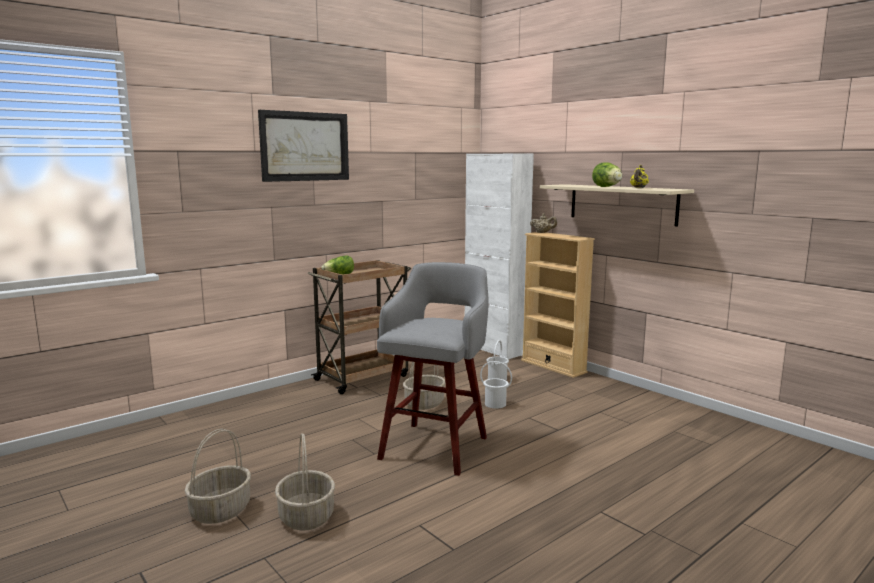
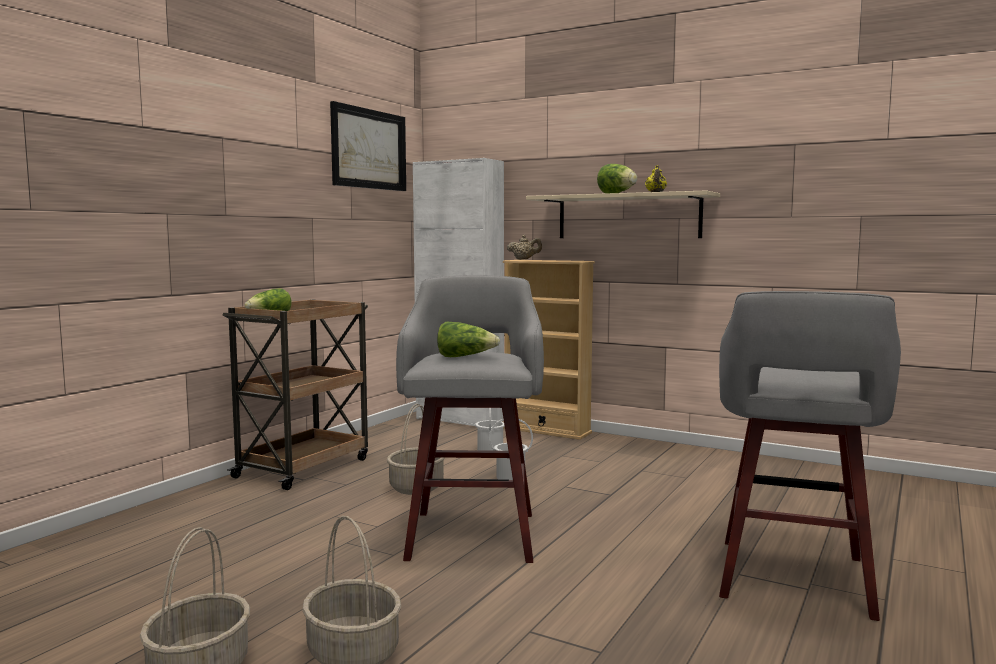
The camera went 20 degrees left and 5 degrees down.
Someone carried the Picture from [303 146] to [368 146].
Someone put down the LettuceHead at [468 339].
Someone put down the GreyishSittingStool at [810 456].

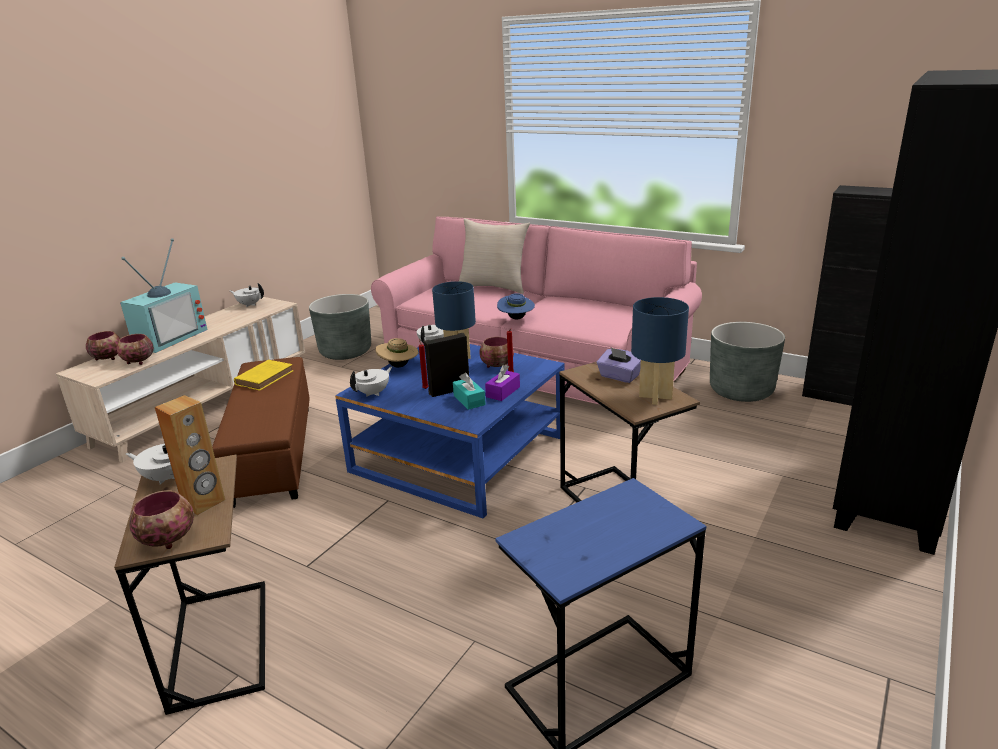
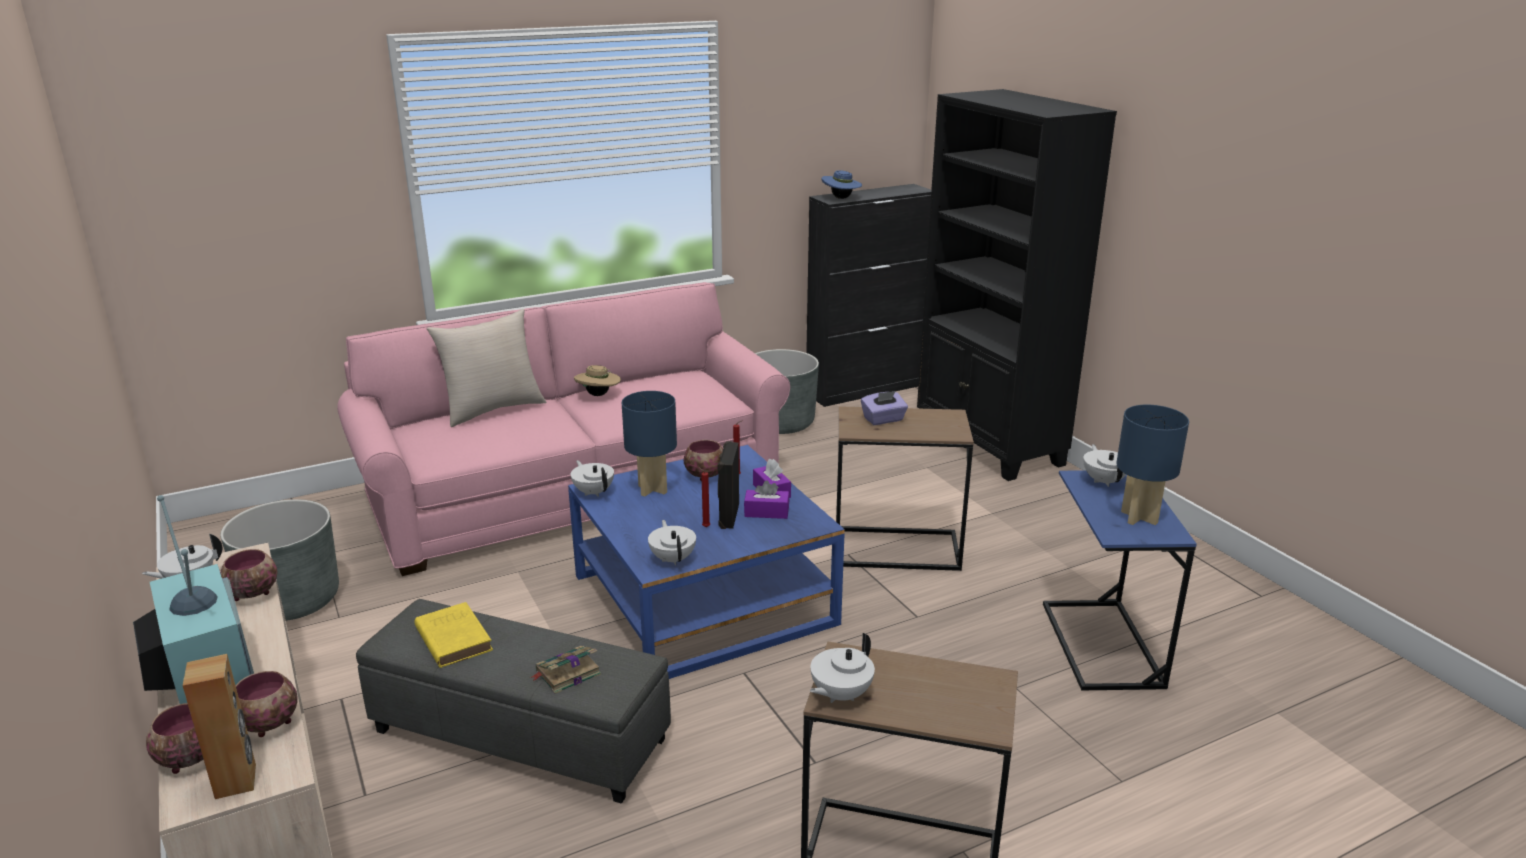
The camera went 60 degrees left and 0 degrees up.
Someone carried the BrownishLoudspeaker from [190 455] to [219 726].
Someone carried the Bowl from [161 519] to [249 575].
Someone repainted the BrownishOttoman at [261 432], which became the GreyishOttoman at [513 701].
Someone put down the Book at [565 670].
Someone carried the BeigeColouredHat from [397 352] to [597 380].
Someone repainted the TurquoiseBoxOfTissues at [469 391], which became the PurplishBoxOfTissues at [766 499].
Someone carried the BluishHat from [516 306] to [842 184].
Someone put down the WhitishTeapot at [1105 465].
Someone carried the BluishTableLamp from [660 351] to [1152 465].

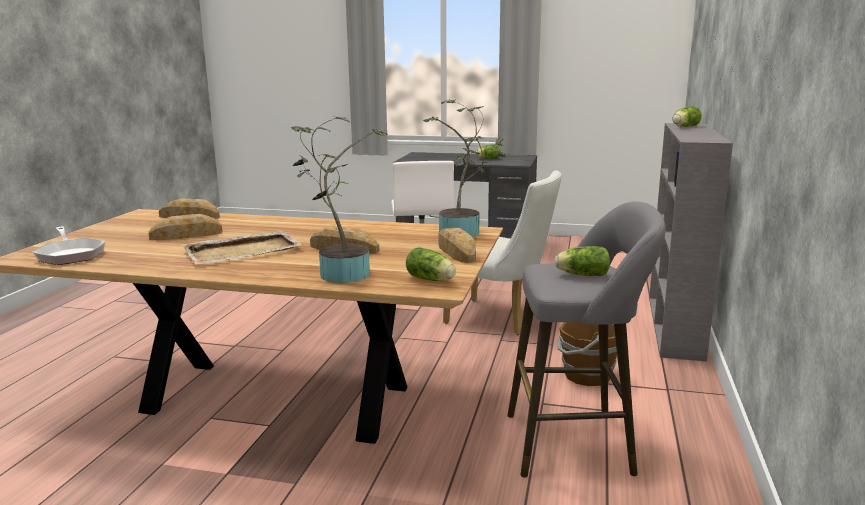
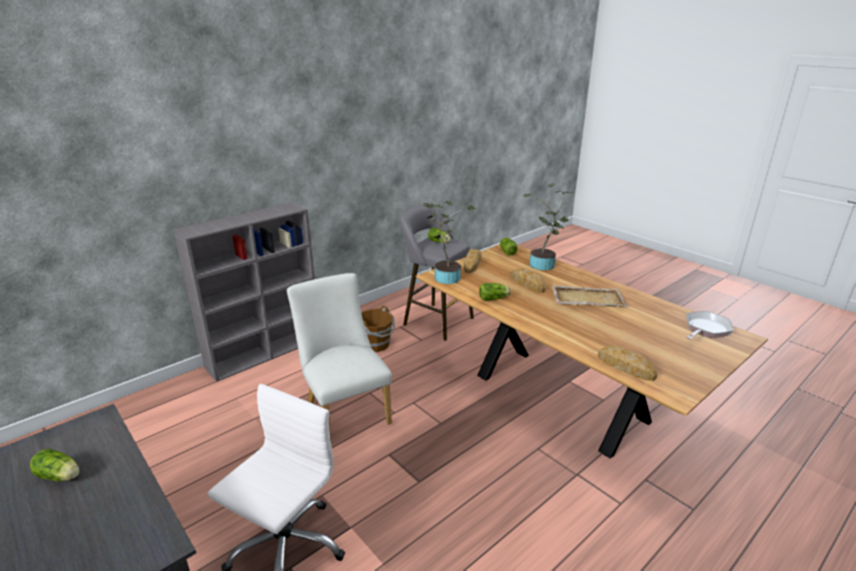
The camera went 145 degrees left and 10 degrees up.
Someone carried the LettuceHead from [687 117] to [495 291].
Someone rotated the Skillet at [69 246] by 45 degrees clockwise.
Someone took away the BakeryBread at [185 227].

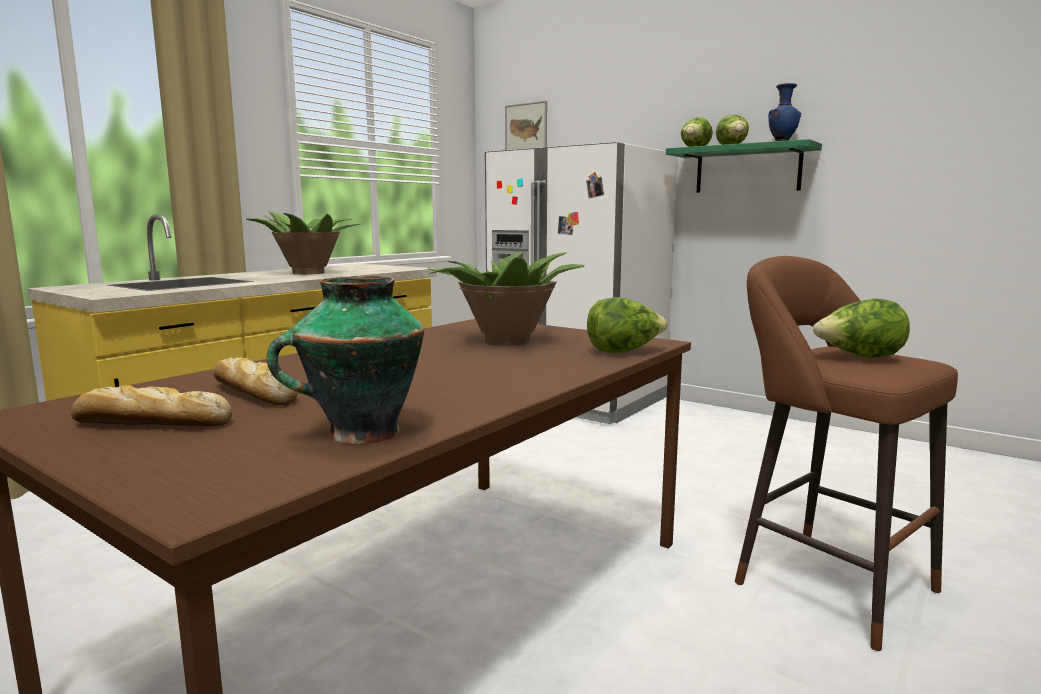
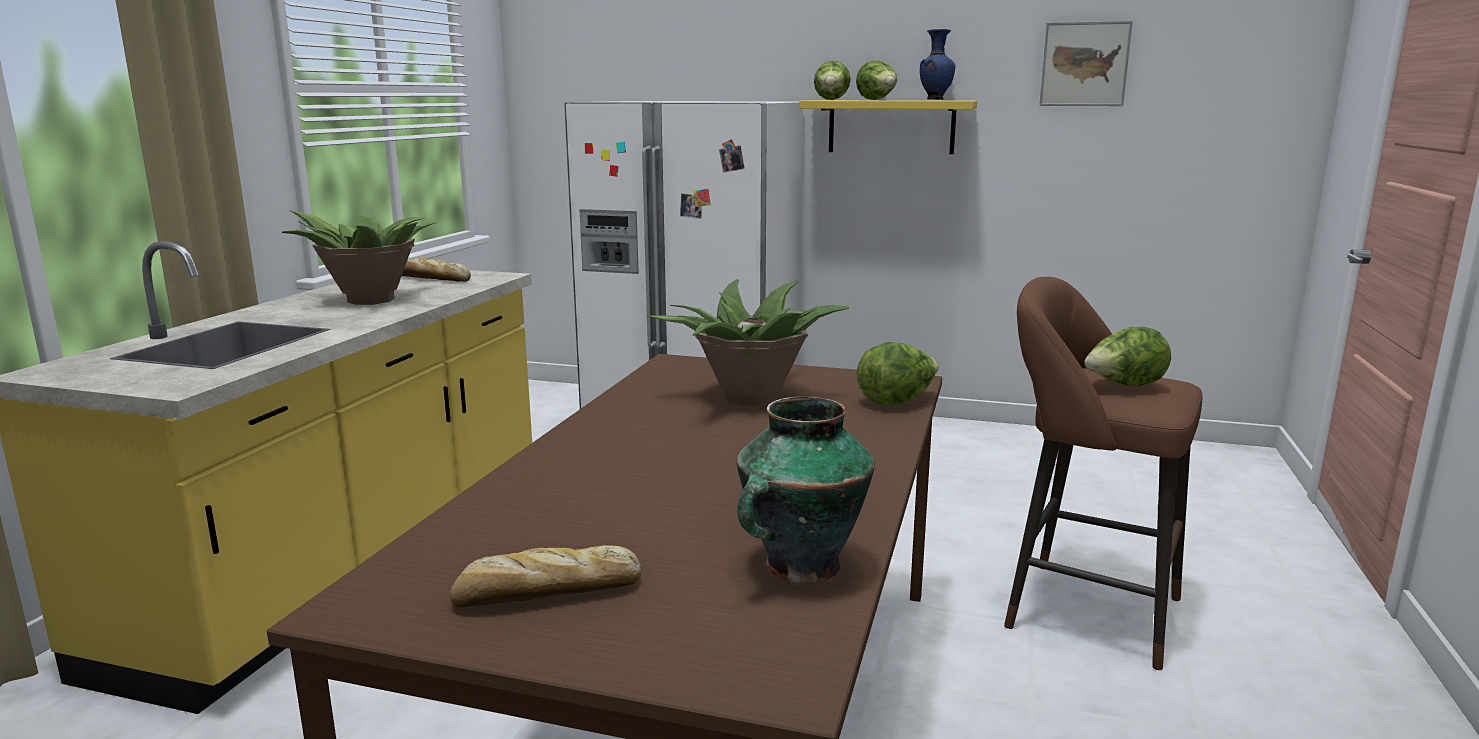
The camera went 20 degrees left and 5 degrees up.
Someone carried the BakeryBread from [255 381] to [436 270].
Someone repainted the GreenColouredShelf at [744 166], which became the YellowColouredShelf at [888 127].
Someone carried the Picture from [526 125] to [1086 63].

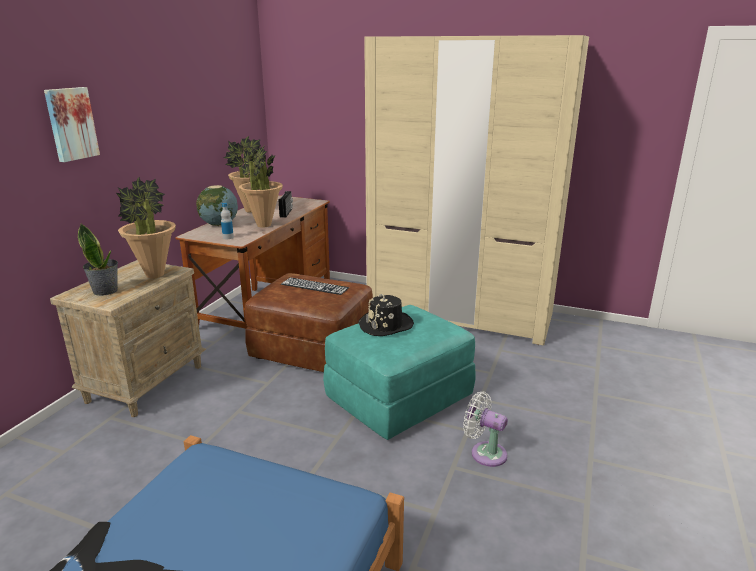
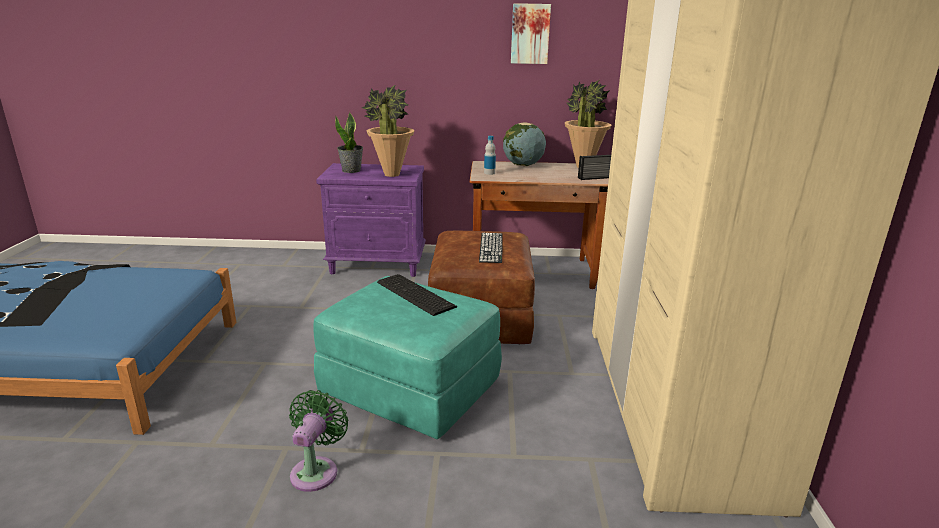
The camera went 70 degrees right and 0 degrees up.
Someone repainted the WhitishFan at [485 429], which became the GreenColouredFan at [318 441].
Someone repainted the BeigeColouredBedsideTable at [128 338], which became the PurplishBedsideTable at [371 220].
Someone swapped the BlackColouredHat at [386 315] for the Keyboard at [417 295].
Someone carried the Picture from [72 124] to [531 33].
Someone took away the Houseplant at [261 186].

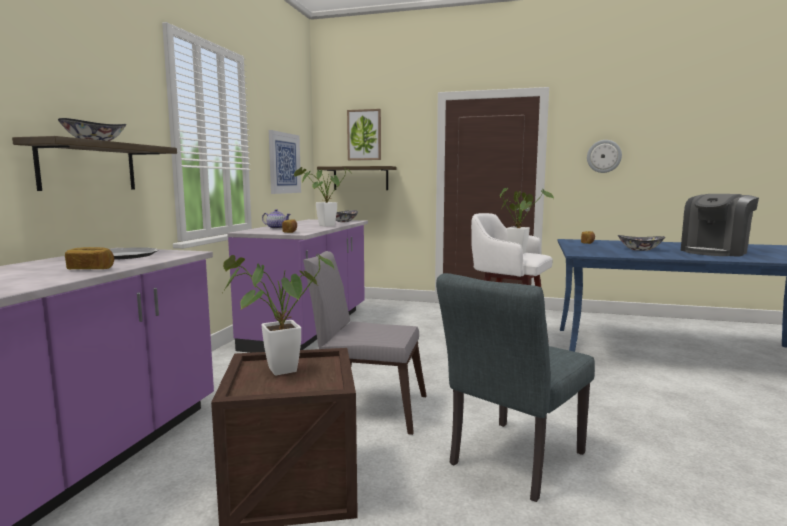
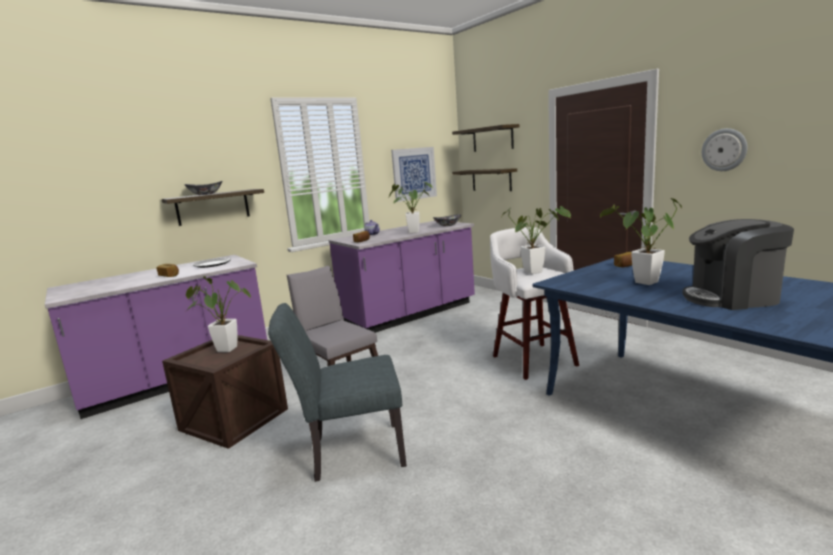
The camera went 40 degrees right and 5 degrees up.
Someone swapped the Picture at [364 134] for the Shelf at [485 138].
Someone swapped the Bowl at [641 243] for the Houseplant at [641 241].

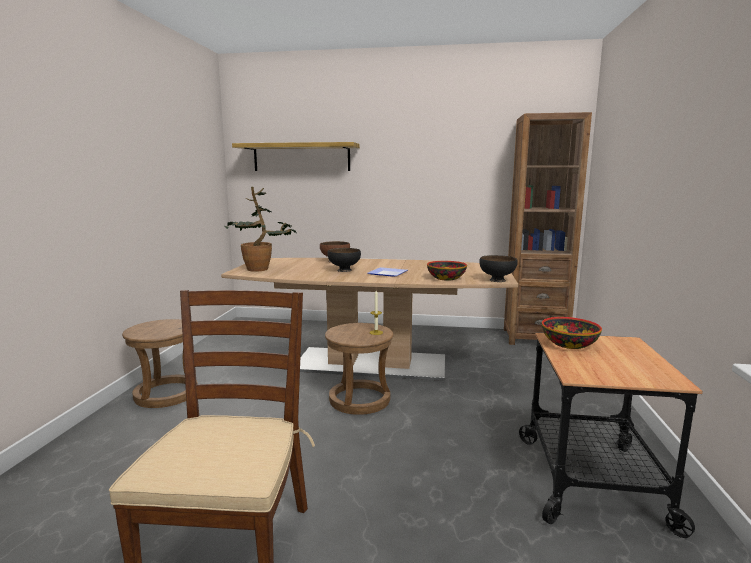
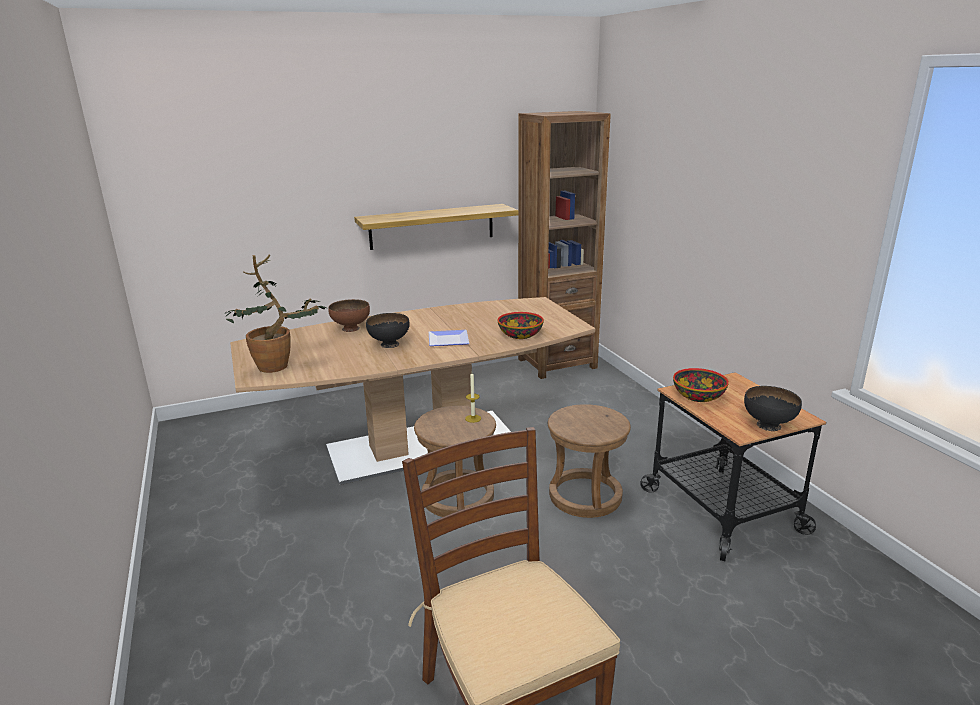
The camera went 30 degrees left and 10 degrees up.
Someone carried the Shelf from [296 156] to [436 227].
Someone carried the BrownishSittingStool from [160 363] to [589 461].
Someone carried the BlackColouredBowl from [498 268] to [773 408].

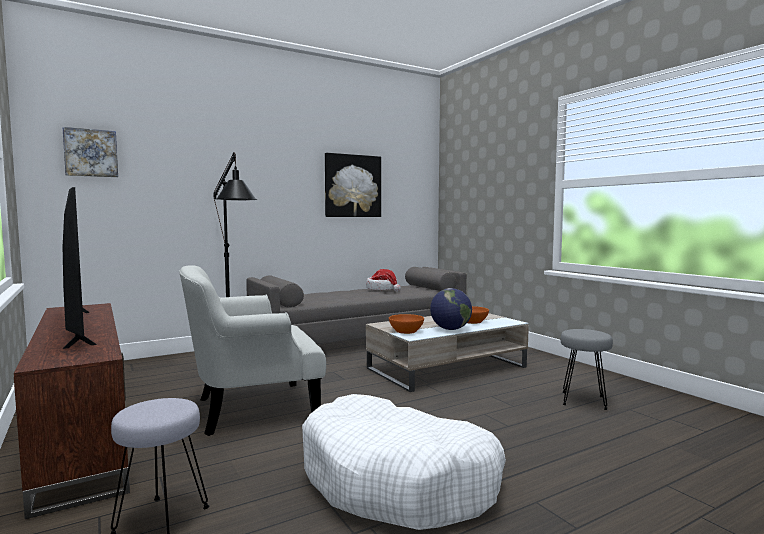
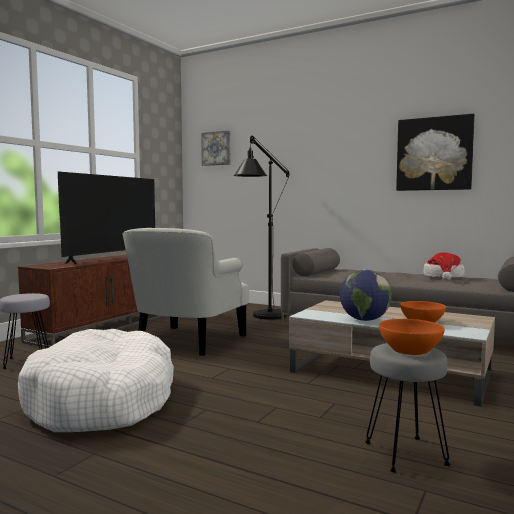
The camera went 60 degrees right and 0 degrees up.
Someone rotated the WhitishEasyChair at [252 350] by 105 degrees counterclockwise.
Someone carried the OrangeColouredBowl from [406 324] to [412 337].

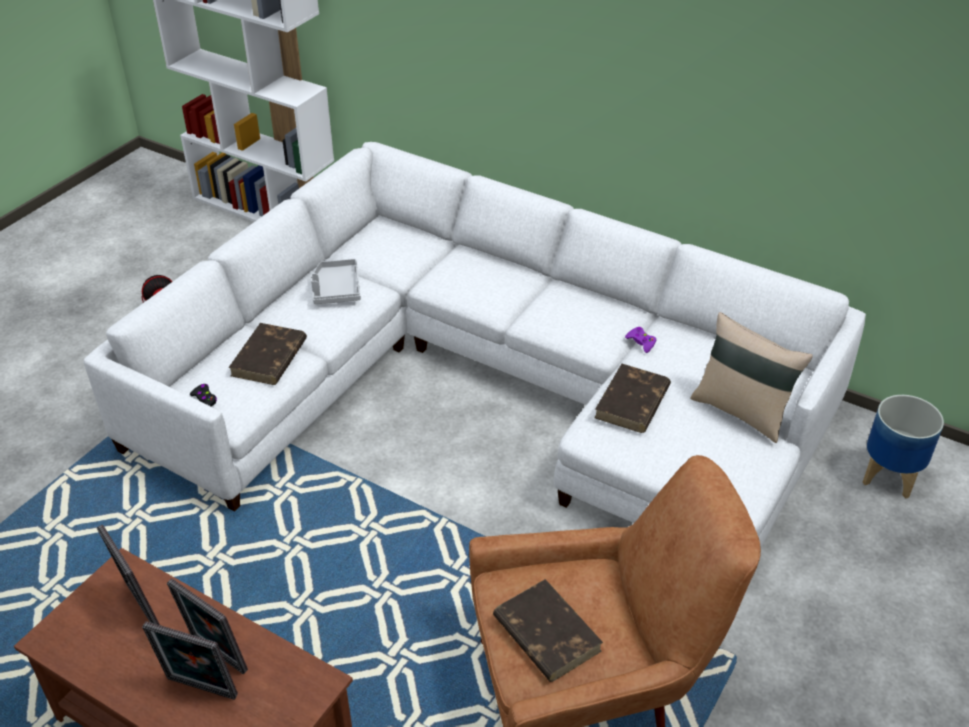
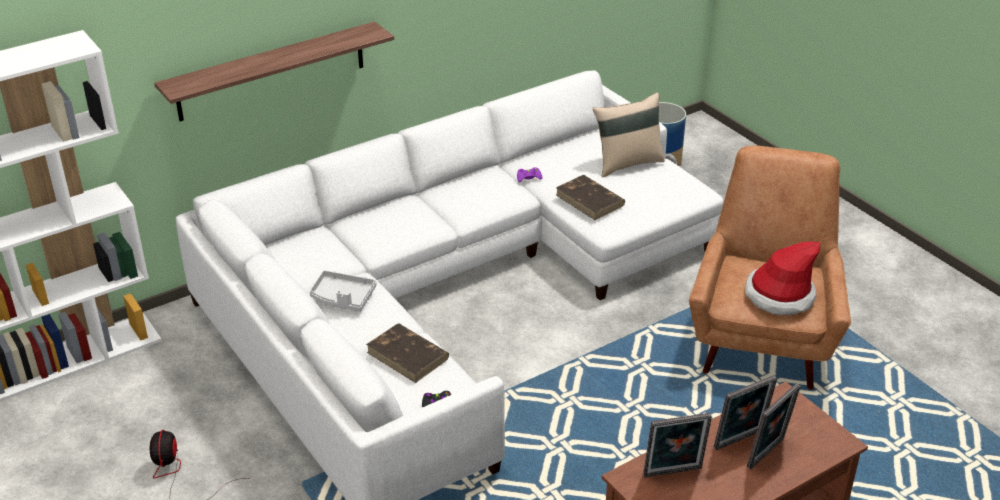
The camera went 65 degrees left and 5 degrees down.
Someone put up the Shelf at [274 71].
Someone swapped the BrownishBook at [548 630] for the Hat at [782 278].

